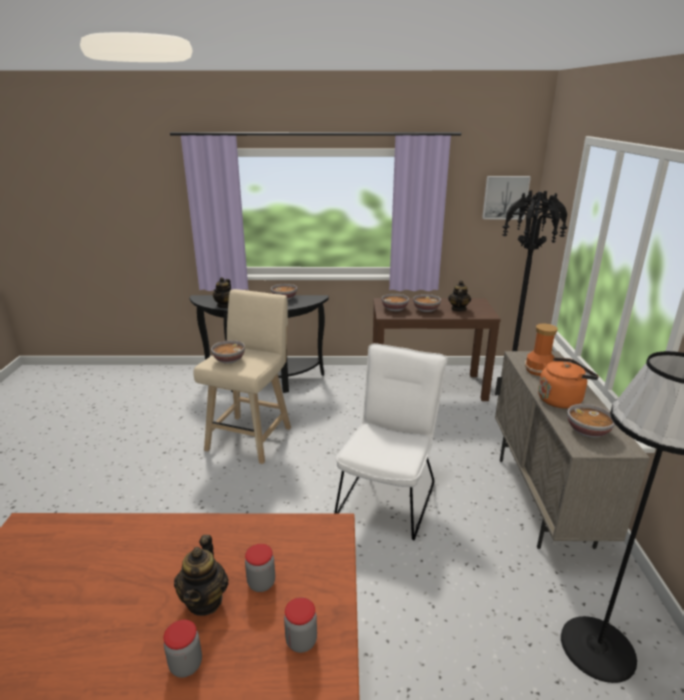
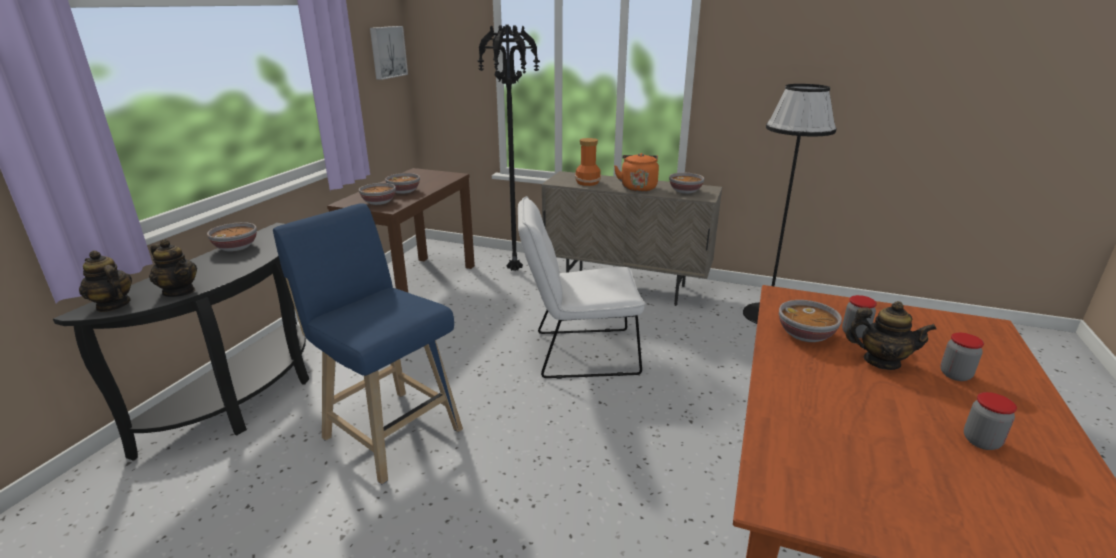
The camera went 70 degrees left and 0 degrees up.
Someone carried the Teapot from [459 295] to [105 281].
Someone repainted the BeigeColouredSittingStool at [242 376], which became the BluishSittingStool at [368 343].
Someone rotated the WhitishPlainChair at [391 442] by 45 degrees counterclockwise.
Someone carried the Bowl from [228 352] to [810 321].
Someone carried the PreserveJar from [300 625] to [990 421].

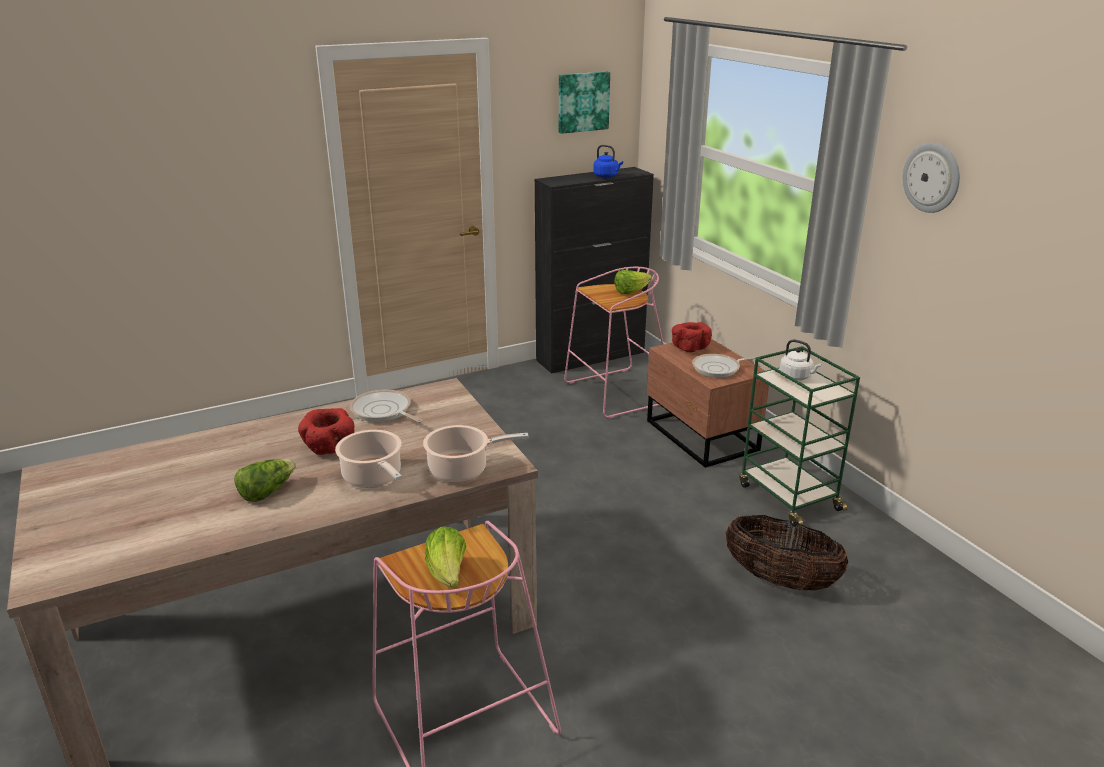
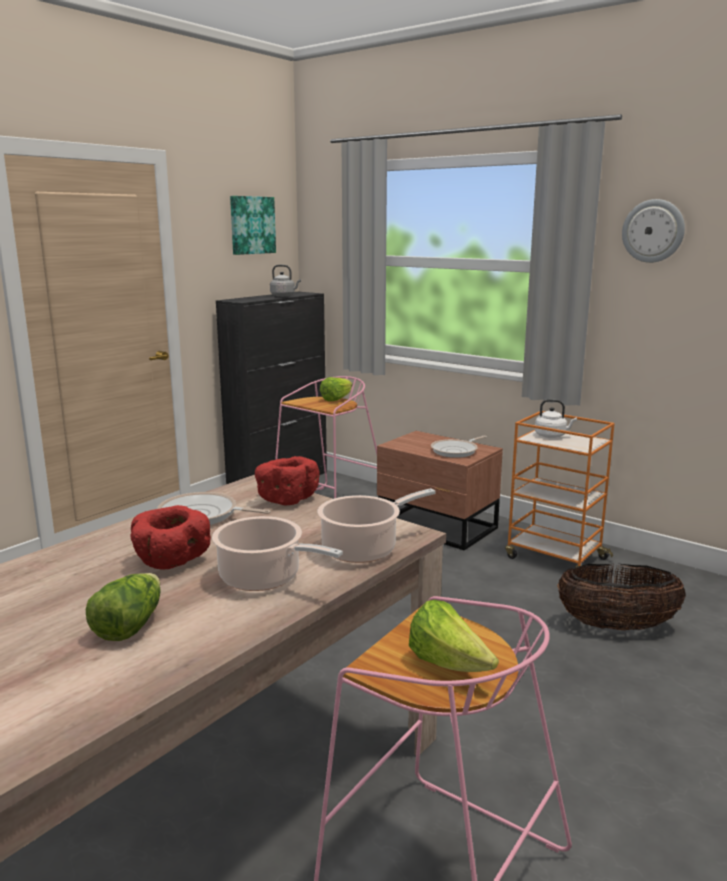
The camera went 25 degrees left and 10 degrees down.
Someone carried the RedColouredBowl from [692 337] to [287 480].
Someone repainted the BluishWaterKettle at [608 161], which became the GreyishWaterKettle at [285 281].
Someone repainted the GreenColouredCart at [799 436], which became the OrangeColouredCart at [560 491].

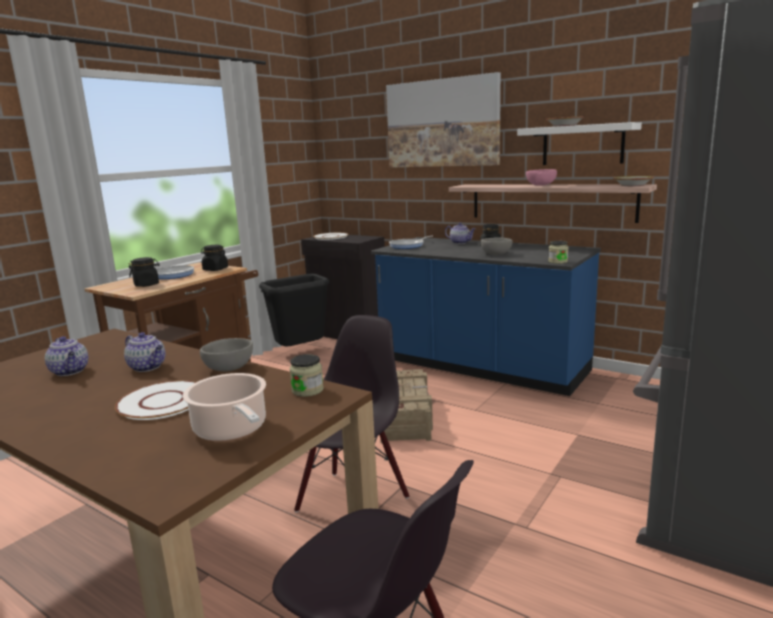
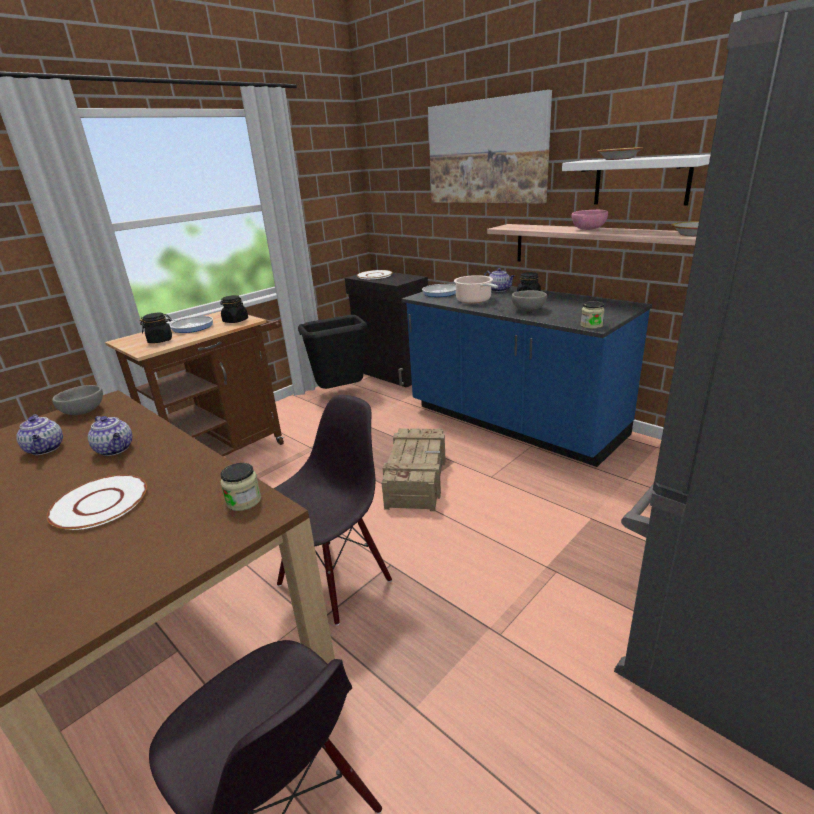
The camera went 10 degrees right and 10 degrees up.
Someone carried the GreyishBowl from [226 354] to [77 400].
Someone carried the Stockpot from [224 407] to [476 289].

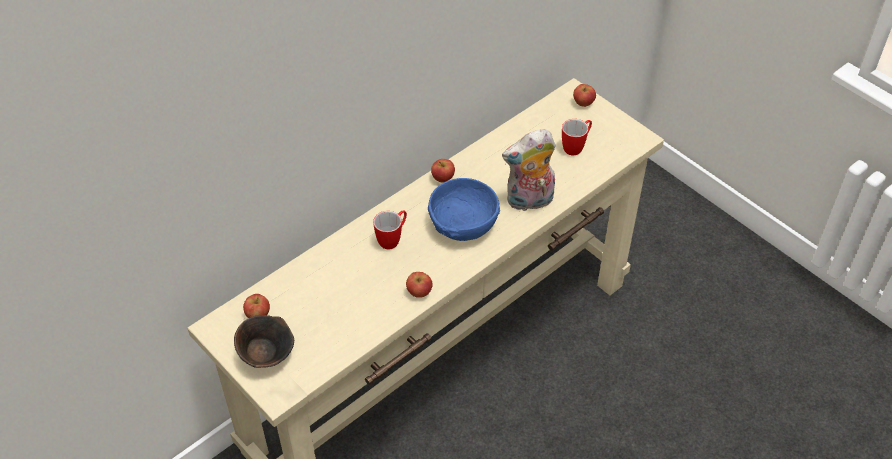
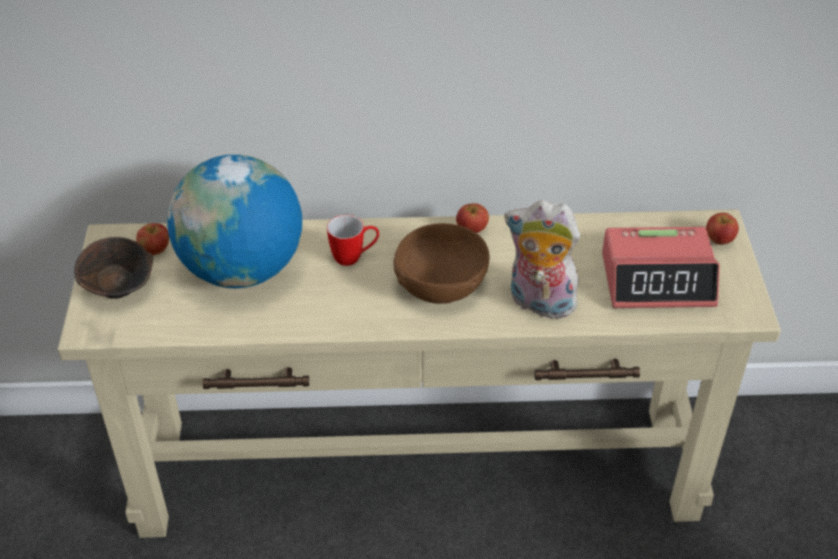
The camera went 40 degrees right and 5 degrees down.
Someone put down the DeskGlobe at [234 221].
Someone repainted the BluishBowl at [464 209], which became the BrownishBowl at [441 263].
Someone swapped the CoffeeMug at [577 137] for the BedsideClock at [661 267].
Someone took away the WholeApple at [419 285].

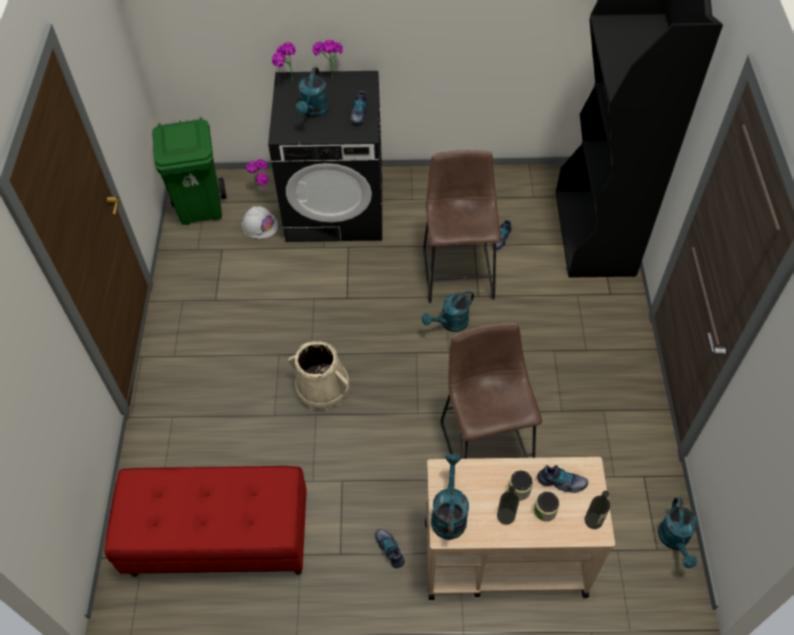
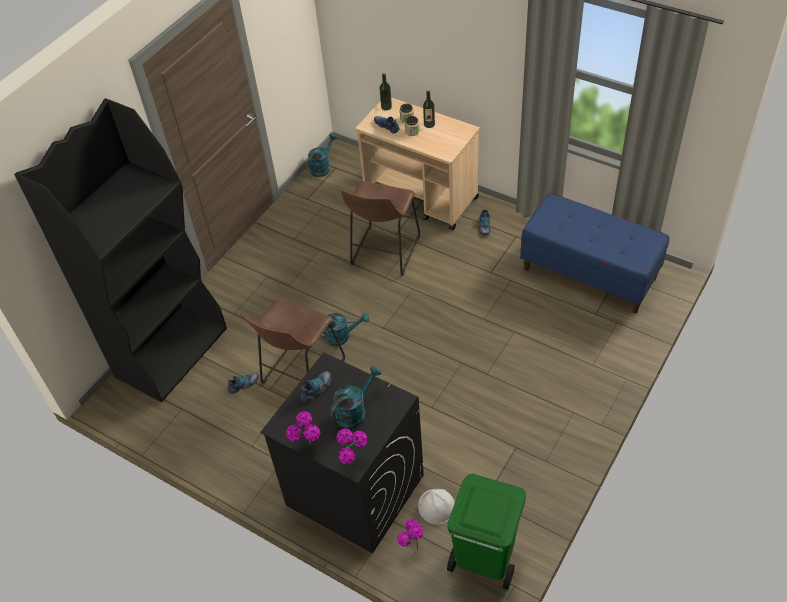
The camera went 145 degrees left and 5 degrees down.
Someone repainted the RedColouredIndoorBench at [205 521], which became the BluishIndoorBench at [594 253].
Someone took away the BeigeColouredWaterBucket at [319 376].
Someone took away the TurquoiseSprinklingCan at [450 497].

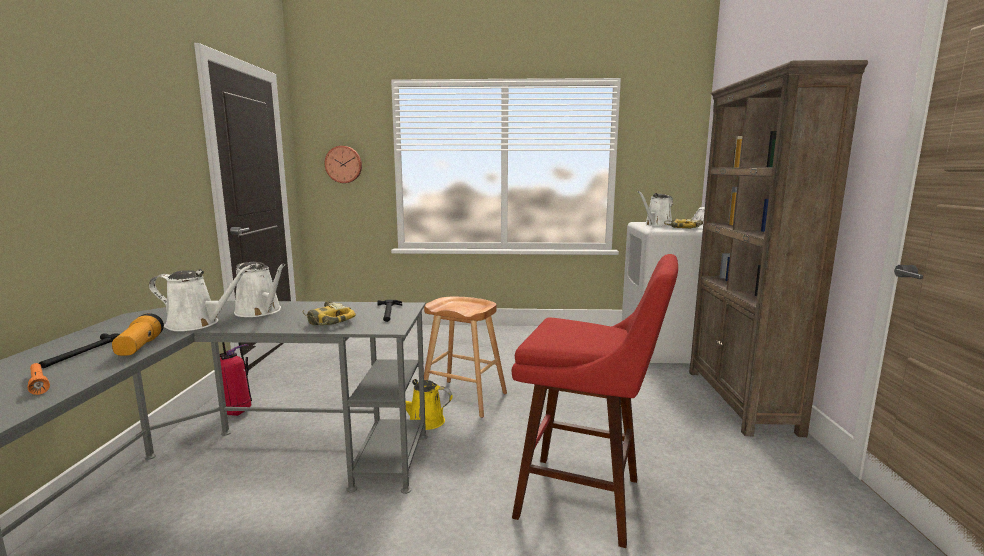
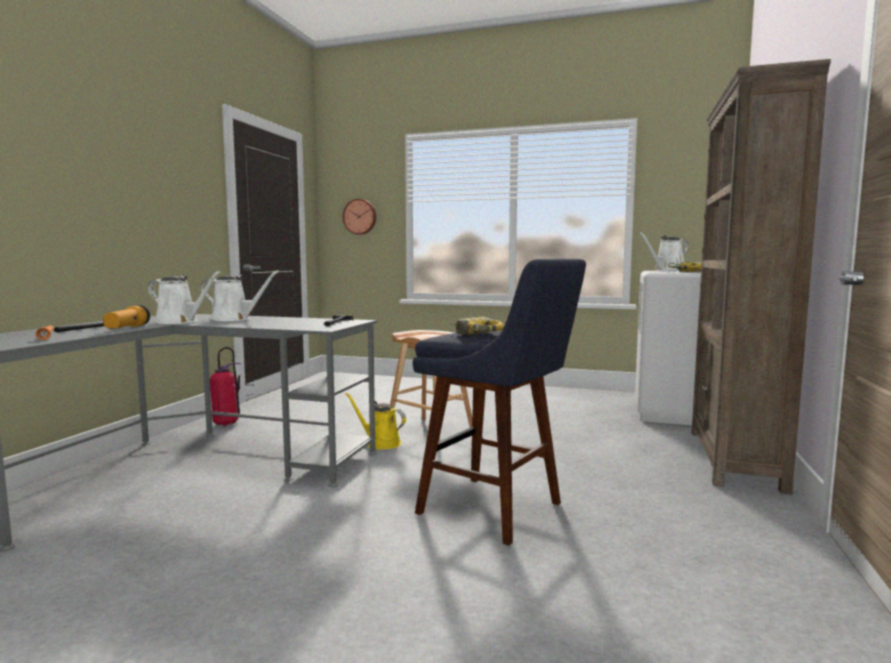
The camera went 15 degrees right and 5 degrees down.
Someone rotated the WhitishSprinklingCan at [259 289] by 45 degrees counterclockwise.
Someone repainted the RedColouredSittingStool at [595 401], which became the BluishSittingStool at [499 402].
Someone carried the Drill from [329 313] to [477 326].

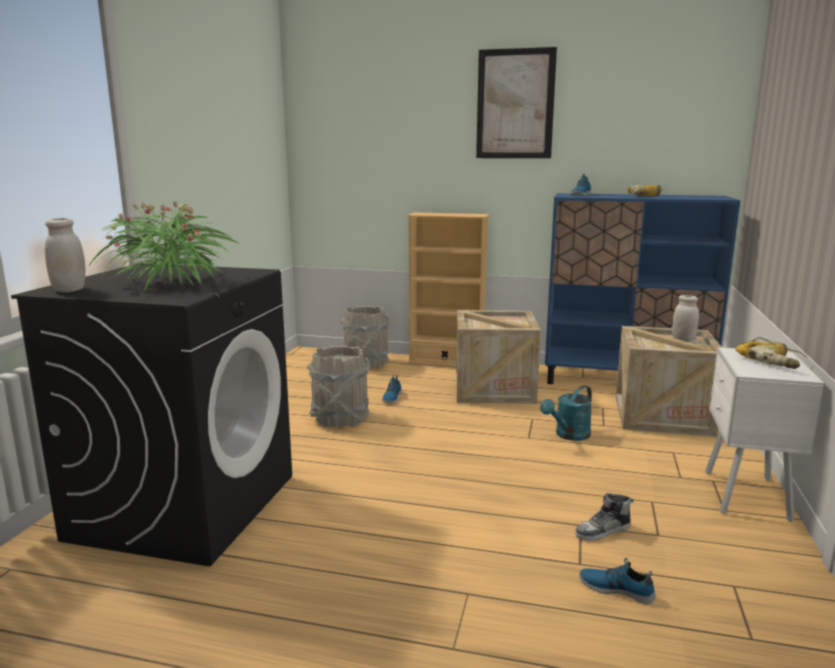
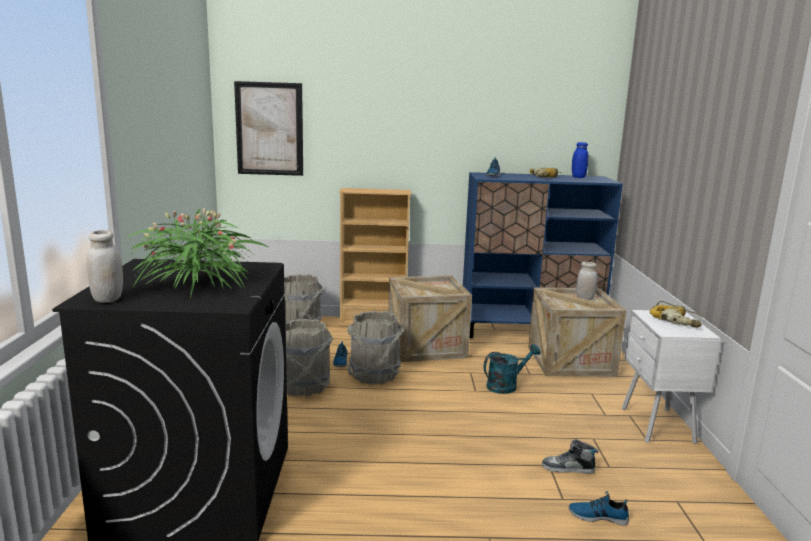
The camera went 15 degrees left and 0 degrees up.
Someone carried the Picture from [516 102] to [268 128].
Someone put down the GreyishWaterBucket at [375 347].
Someone rotated the TurquoiseSprinklingCan at [566 413] by 150 degrees counterclockwise.
Someone rotated the ItemOfFootwear at [604 517] by 45 degrees clockwise.
Someone put down the BluishPreserveJar at [580 160].

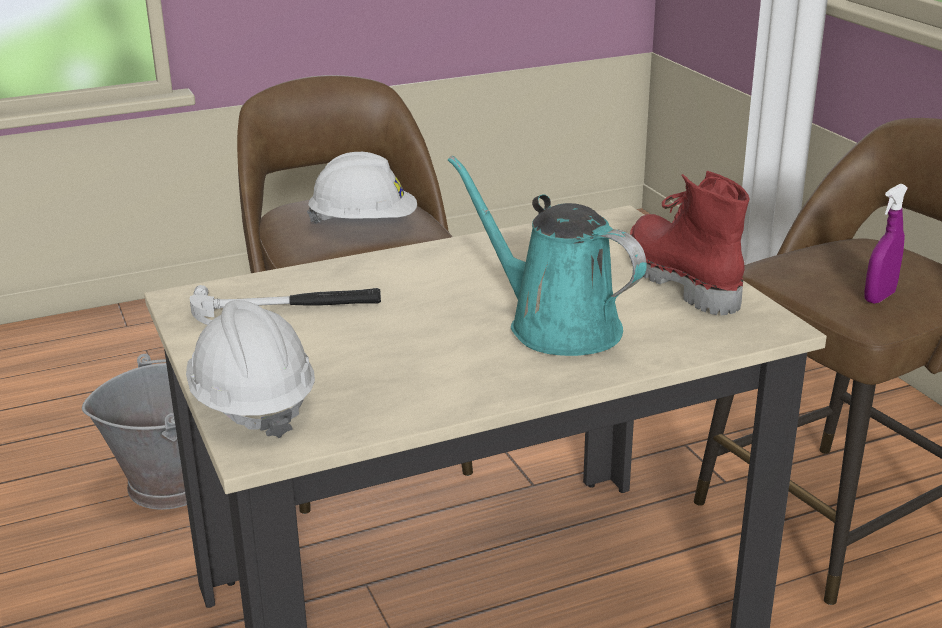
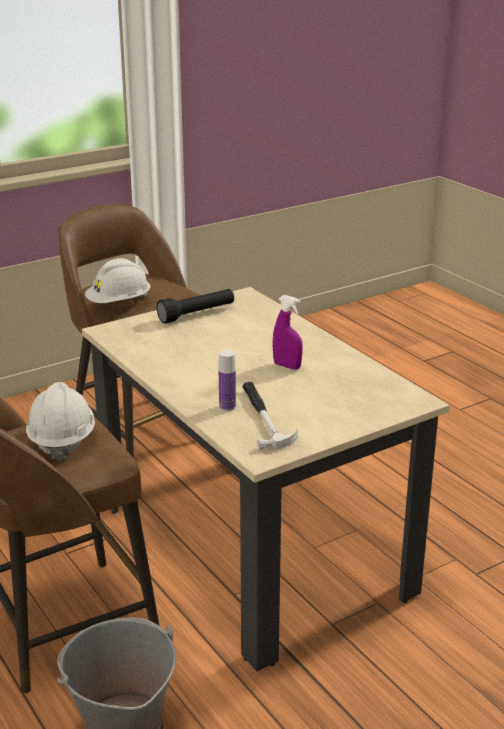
The camera went 100 degrees left and 0 degrees up.
Someone carried the WhitishSafetyHelmet from [250 369] to [117 280].
Someone swapped the RedColouredBoot at [689 243] for the BlackColouredFlashlight at [195 306].
Someone put down the Bottle at [227 380].
Someone carried the PurplishHandSprayer from [886 244] to [287 332].
Someone took away the TurquoiseSprinklingCan at [547 256].

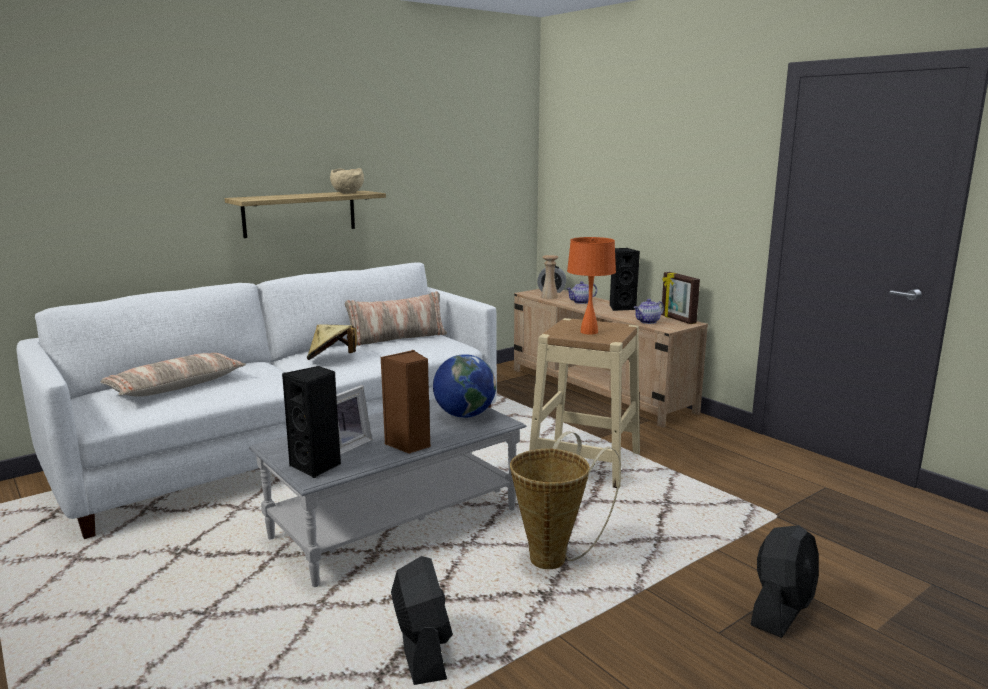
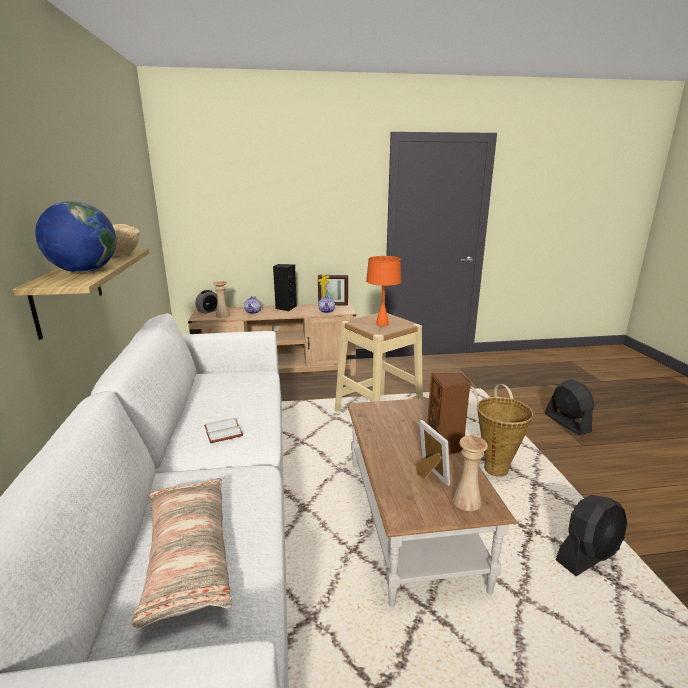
The camera went 60 degrees left and 5 degrees up.
Someone carried the DeskGlobe from [464 386] to [75 237].
Someone swapped the BeigeColouredHat at [332 342] for the WhitishBook at [223 430].
Someone repainted the GreyishLoungeTable at [388 492], which became the BrownishLoungeTable at [432 502].
Someone swapped the BlackColouredLoudspeaker at [311 422] for the BeigeColouredFlowerVase at [470 473].
Someone rotated the BlackColouredFan at [422 620] by 135 degrees clockwise.
Someone took away the Cushion at [396 318].

